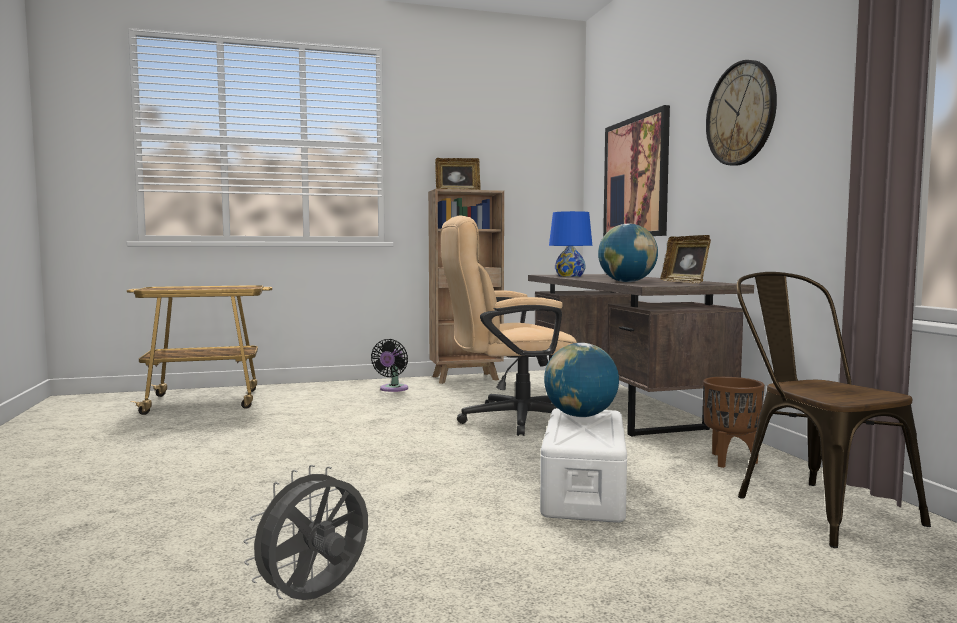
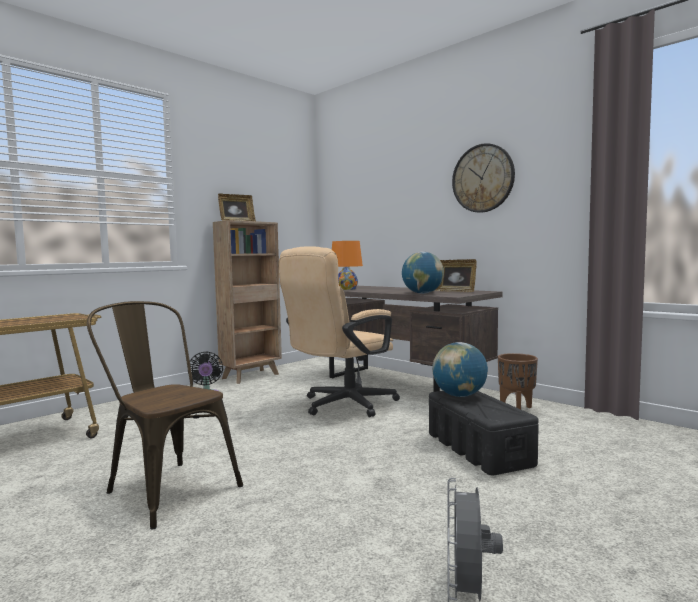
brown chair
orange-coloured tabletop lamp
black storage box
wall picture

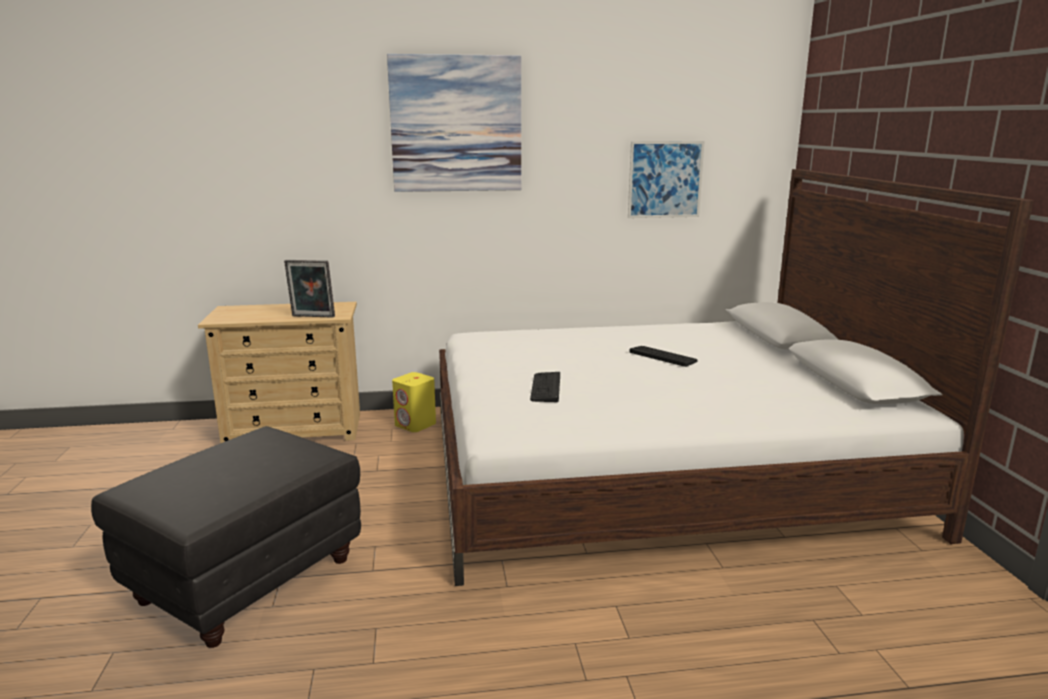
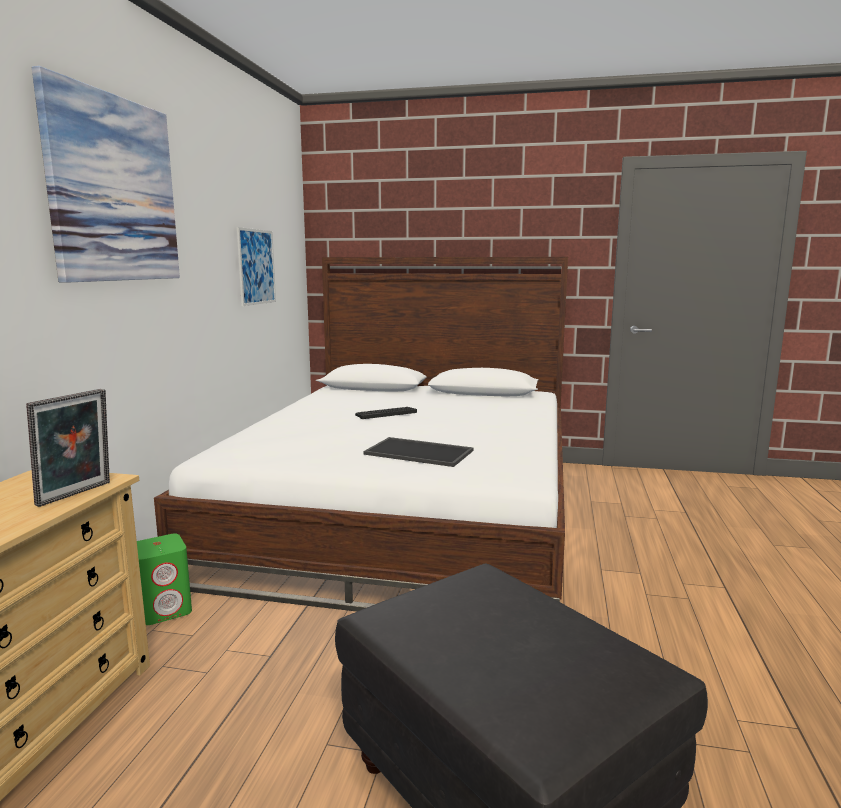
green-coloured loudspeaker
carrying tray

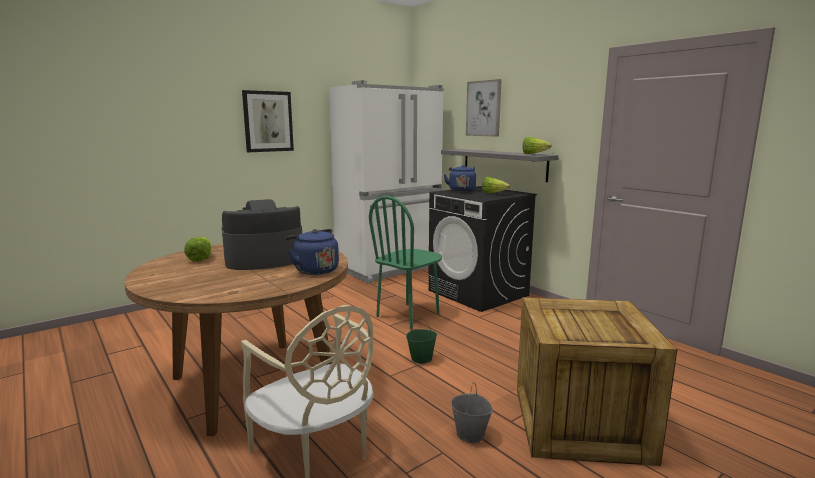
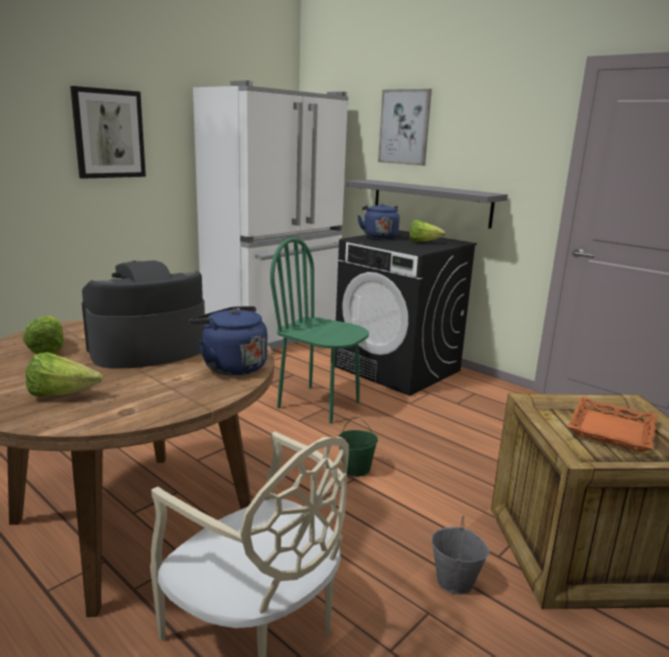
head of lettuce (no. 2 from left)
green-coloured chair
orange-coloured carrying tray

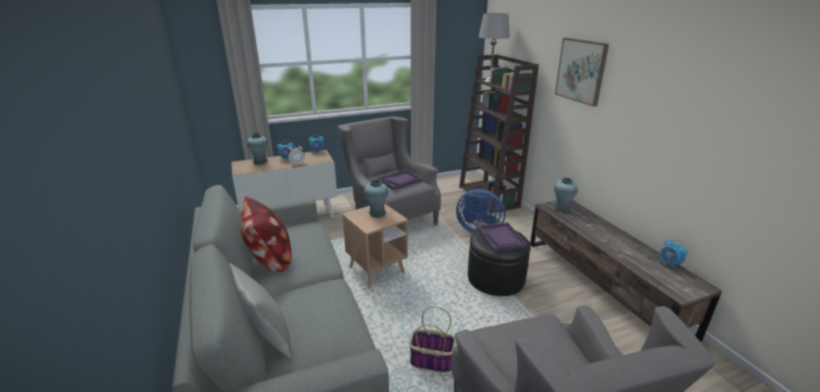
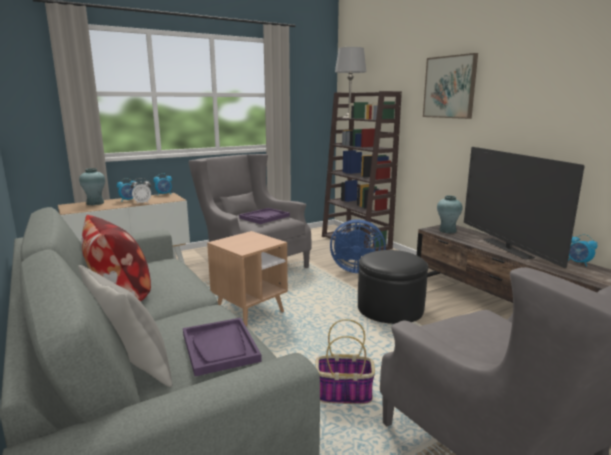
purple-coloured carrying tray (no. 1 from left)
TV
turquoise-coloured decorative vase (no. 2 from left in the first image)

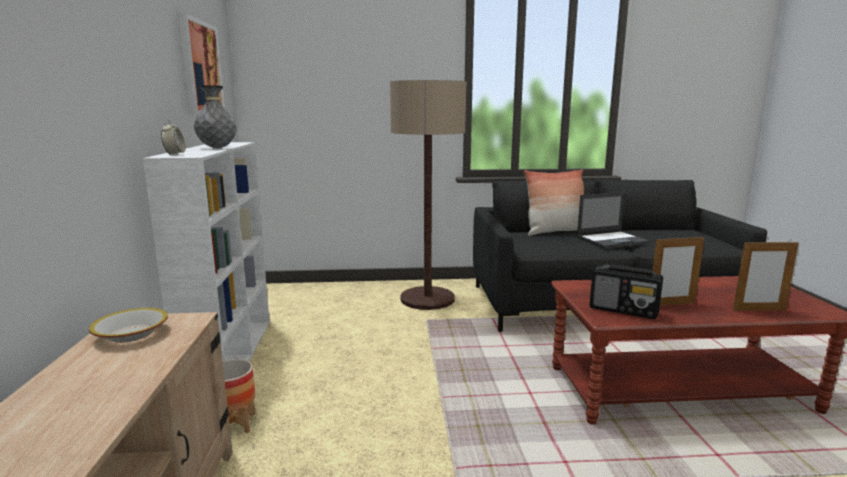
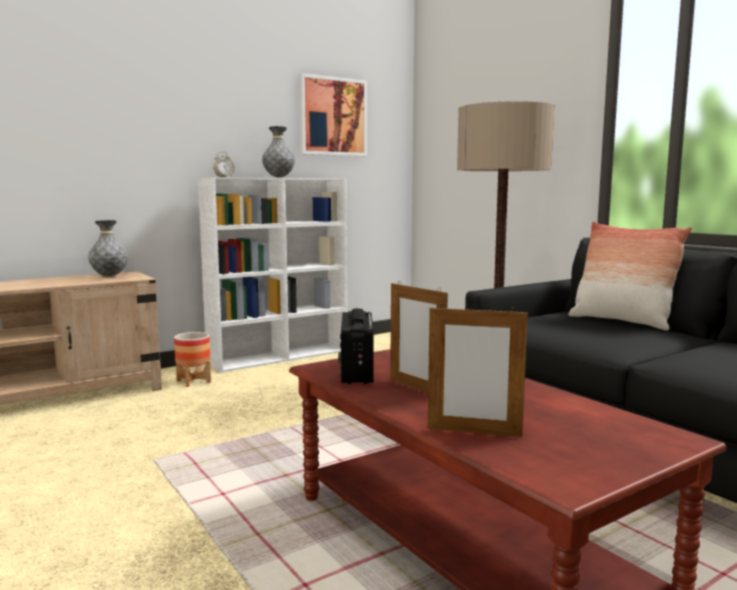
grey decorative vase (no. 1 from left)
standing frame (no. 2 from left)
notebook computer

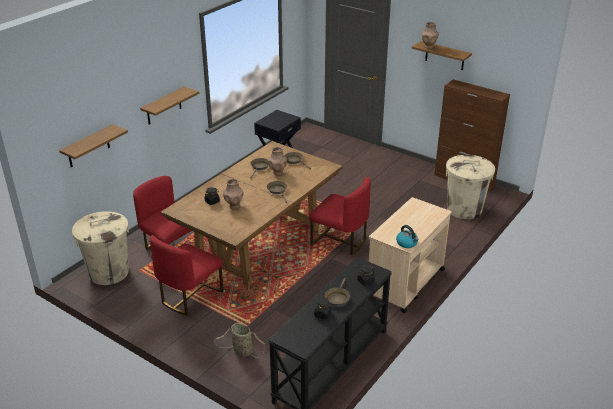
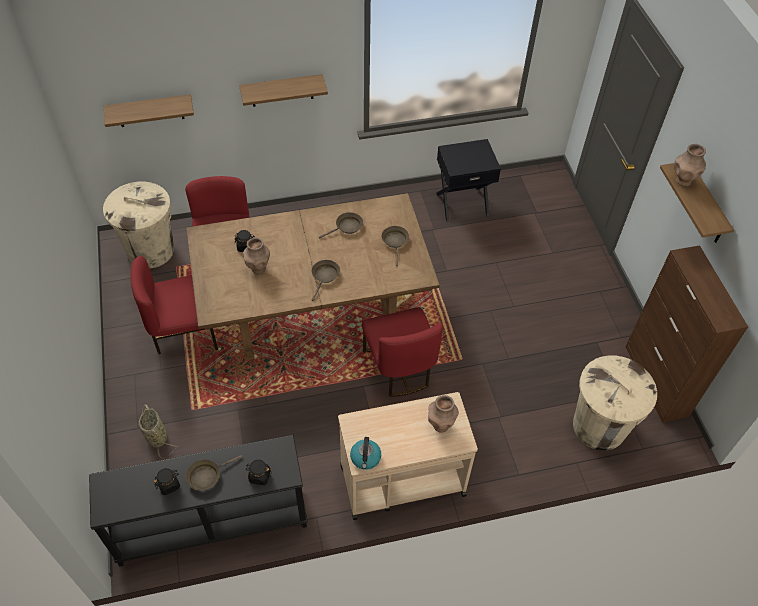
brown decorative vase (no. 2 from left)

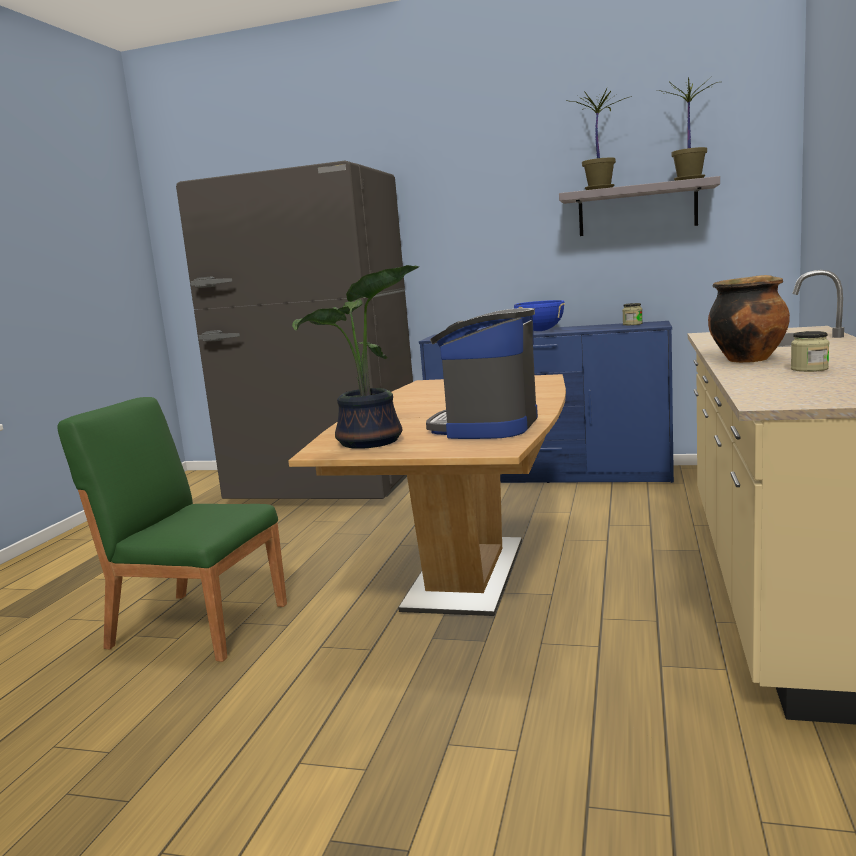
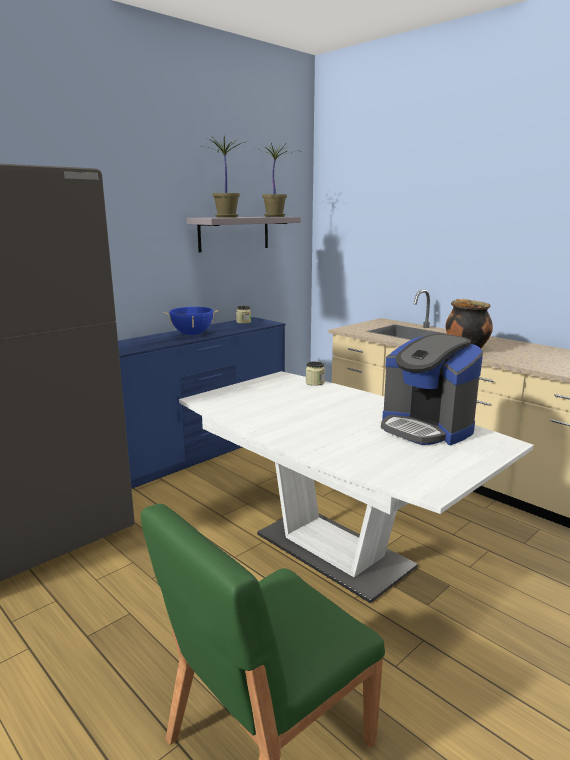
whitish kitchen table
preserve jar (no. 2 from left)
plant in a pot (no. 1 from left in the first image)

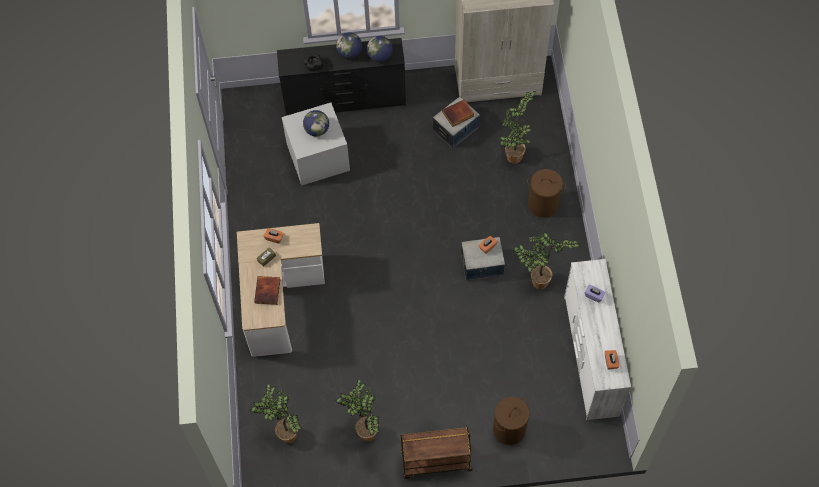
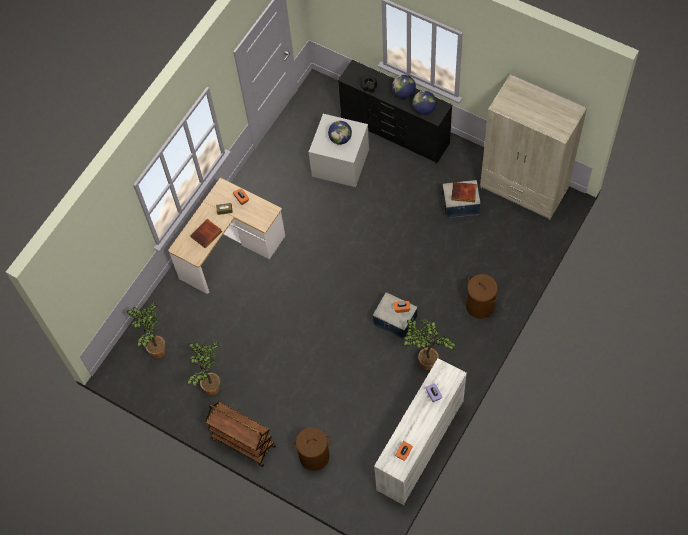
plant in a pot (no. 3 from left in the first image)

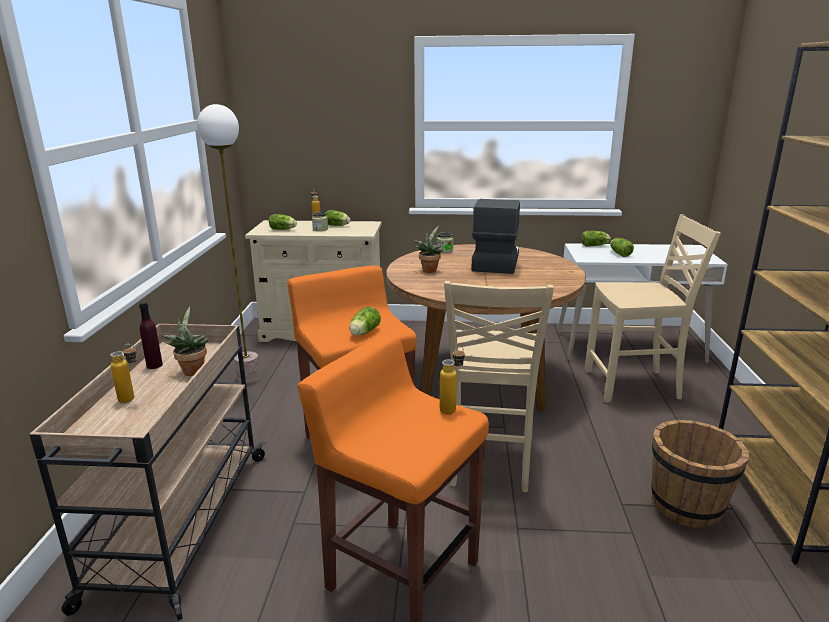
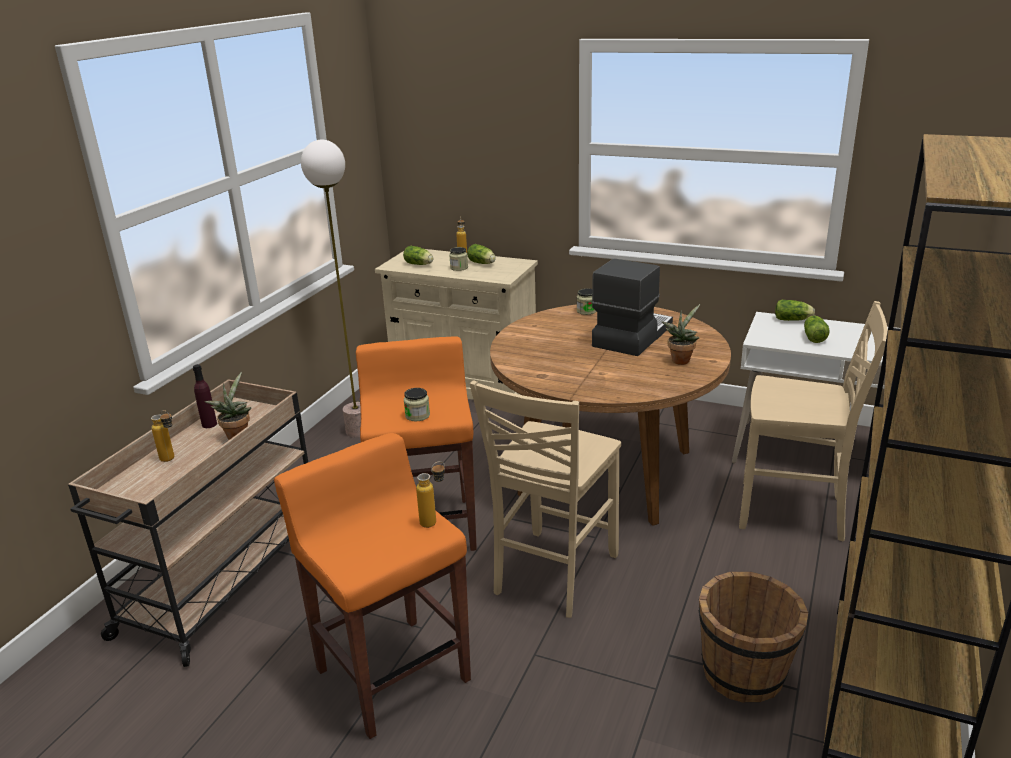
preserve jar (no. 1 from left)
plant in a pot (no. 2 from left)

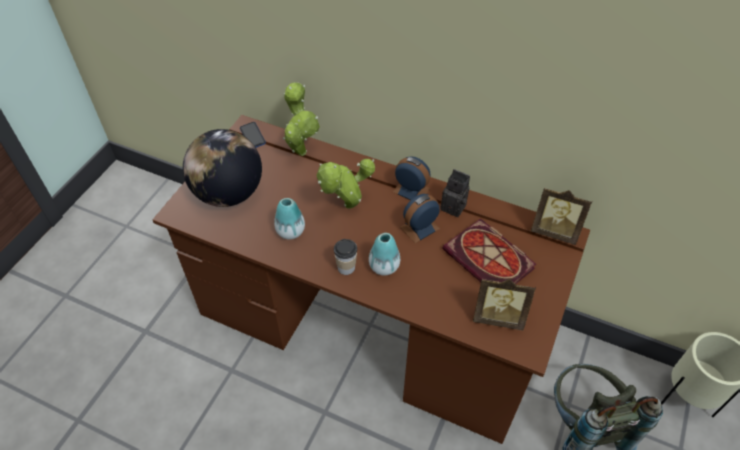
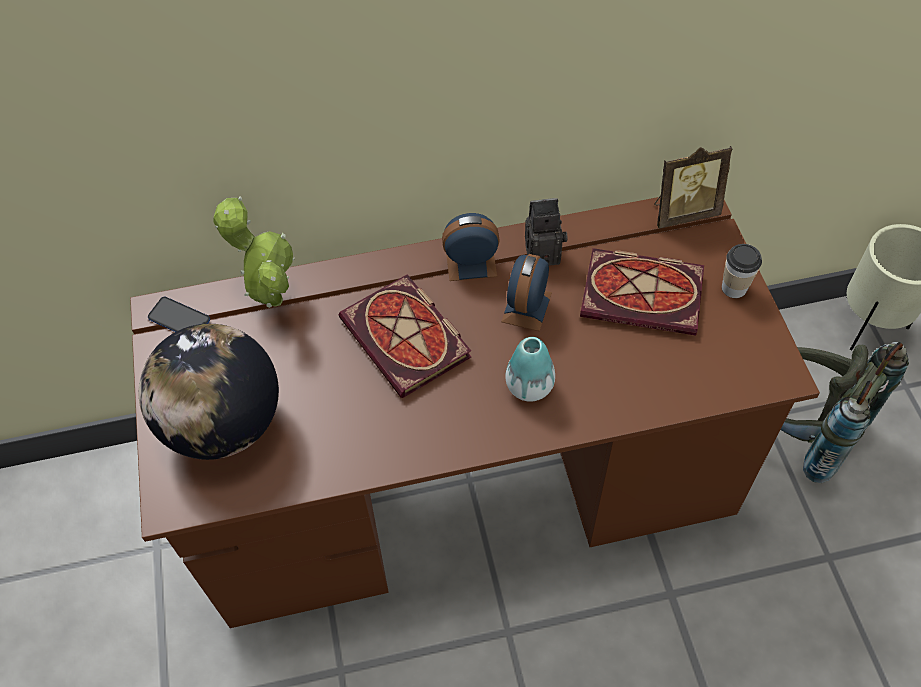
volume (no. 1 from left)
small cup
decorative vase (no. 1 from left in the first image)
standing frame (no. 1 from left in the first image)

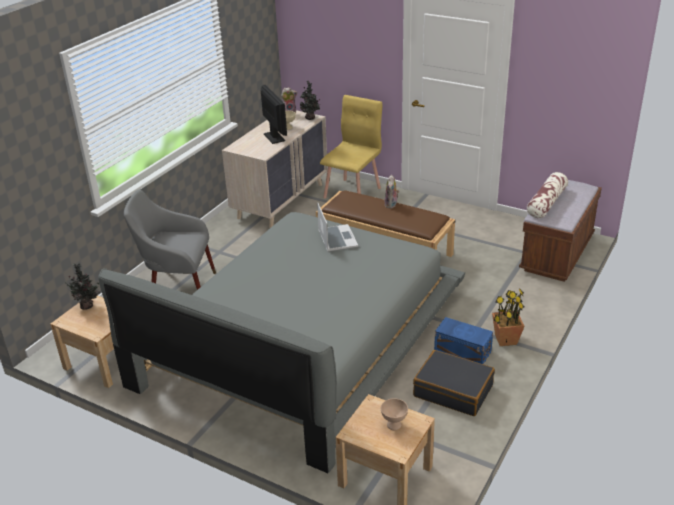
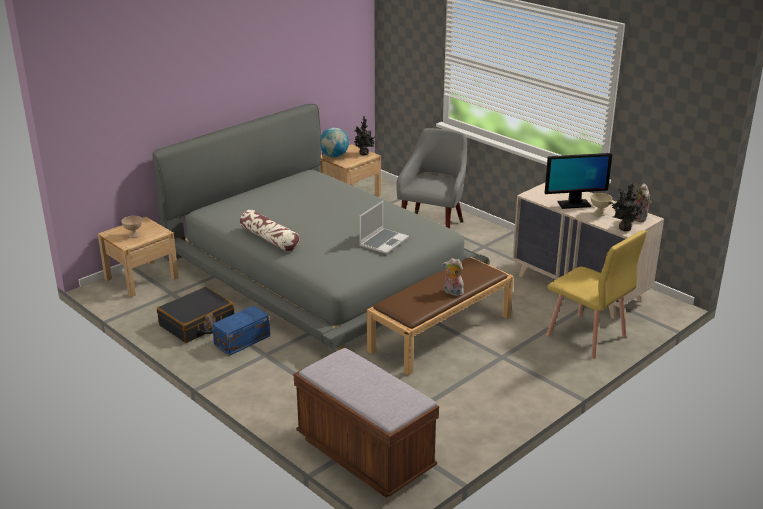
cushion
desk globe
notebook computer
plant in a pot (no. 3 from left in the first image)

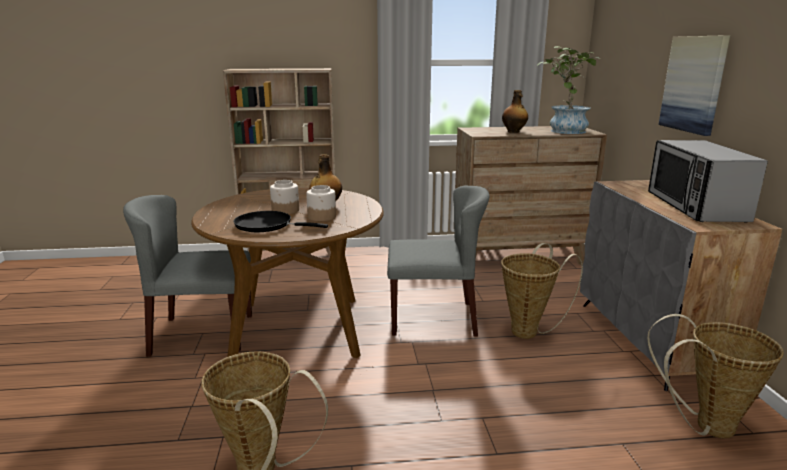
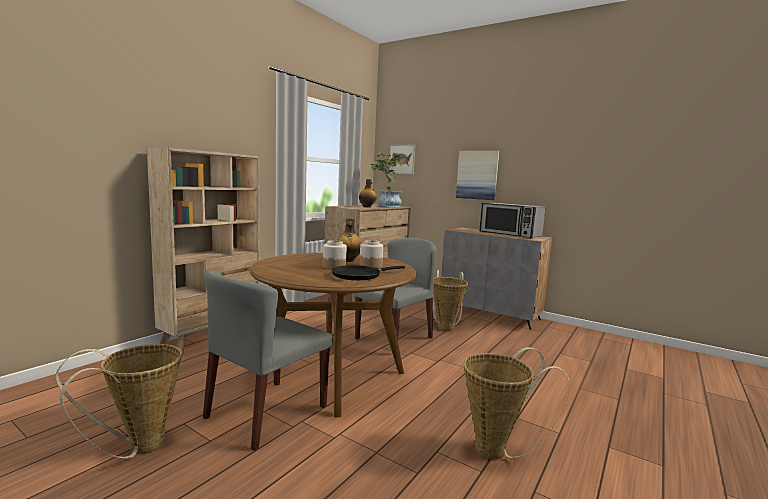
storage basket (no. 1 from left)
wall picture (no. 1 from left)

